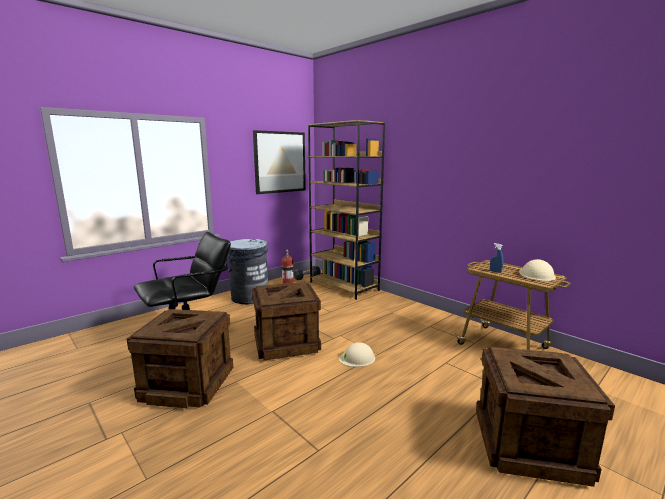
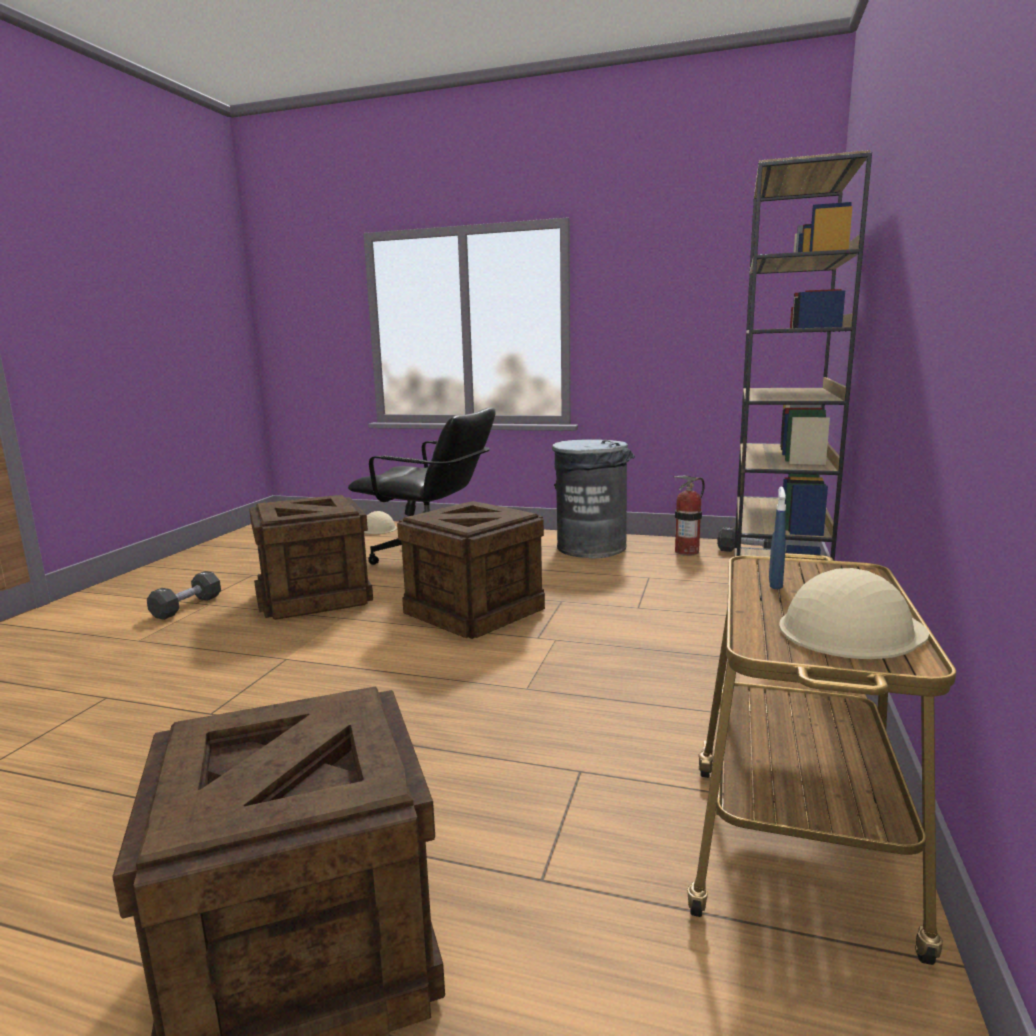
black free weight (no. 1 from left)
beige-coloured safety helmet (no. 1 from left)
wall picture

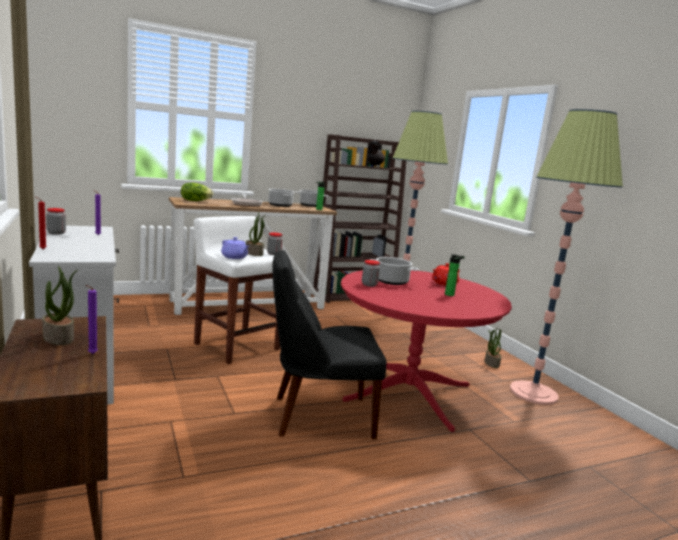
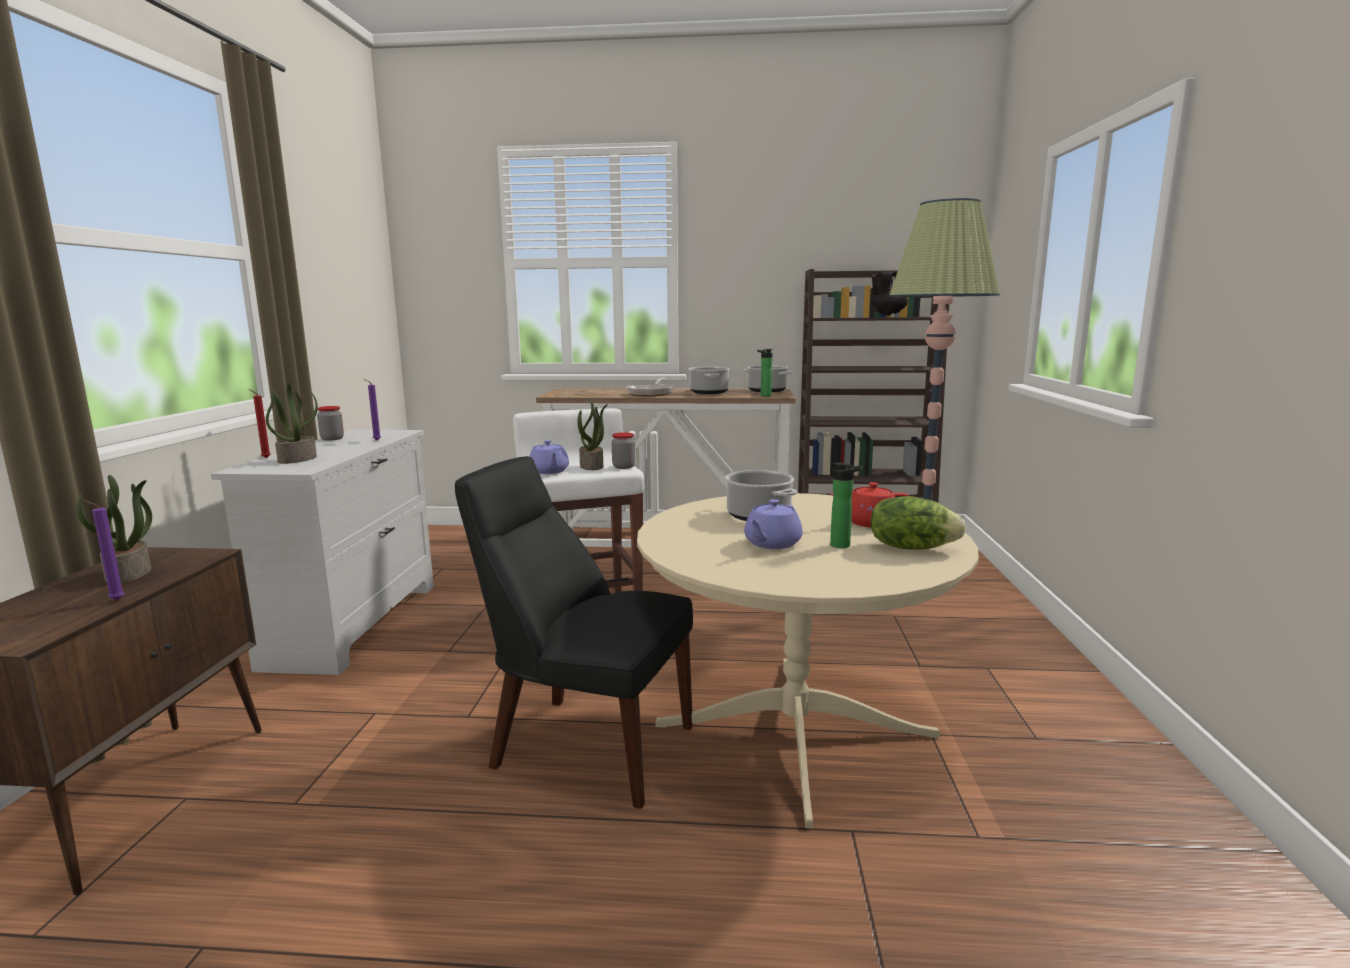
plant in a pot (no. 2 from left)
beige-coloured kitchen table
purple-coloured tea pot (no. 2 from left)
head of lettuce
preserve jar (no. 3 from left in the first image)
standing lamp (no. 2 from left in the first image)

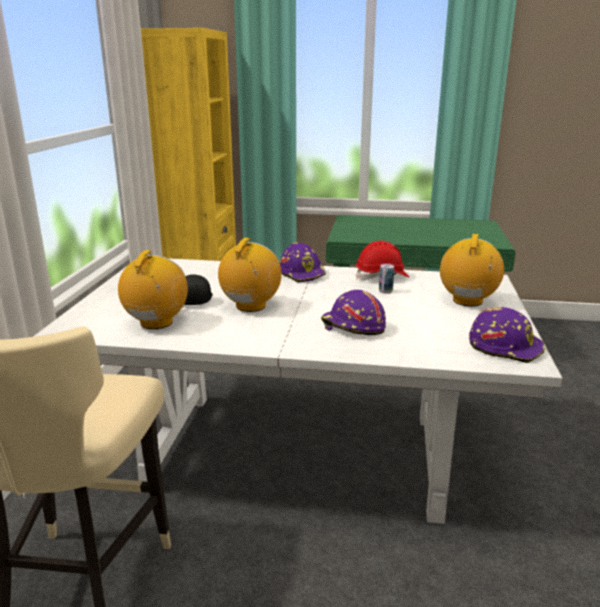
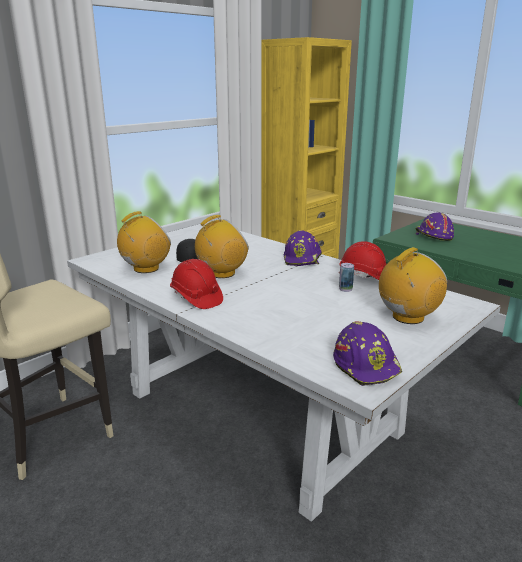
reddish safety helmet (no. 1 from left)
purple-coloured safety helmet (no. 3 from left)

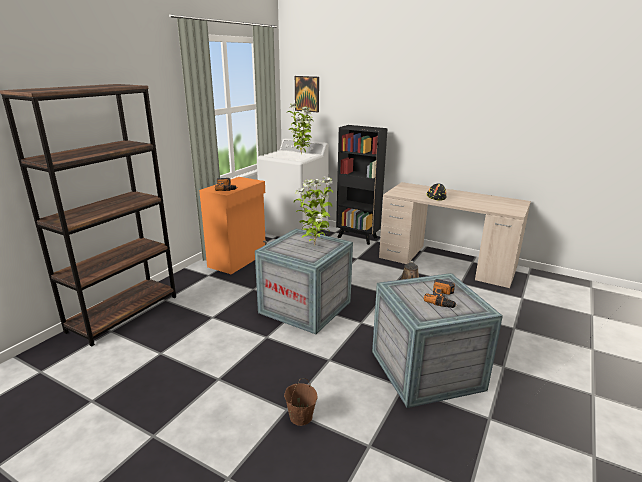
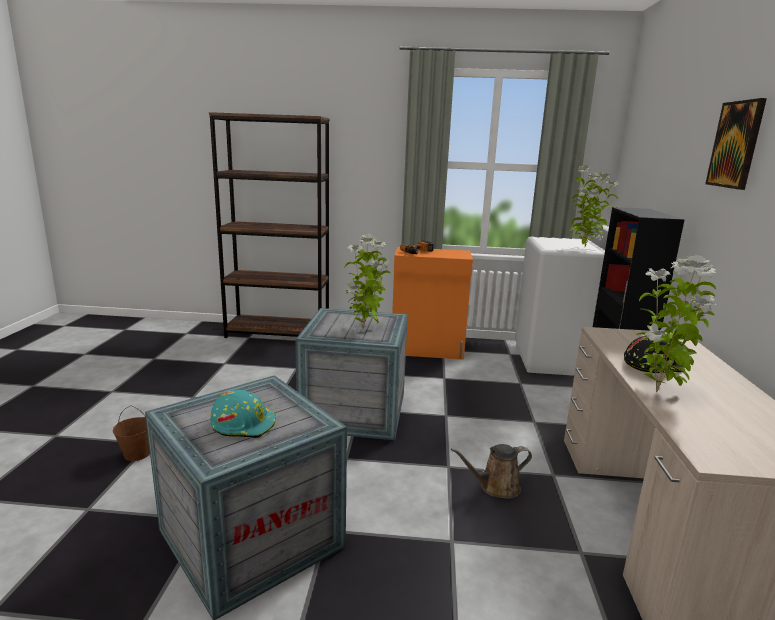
turquoise-coloured safety helmet
plant in a pot (no. 3 from left)
wall picture

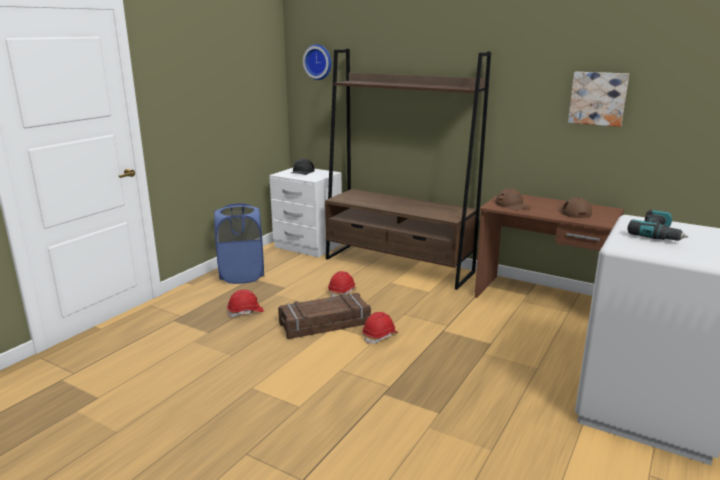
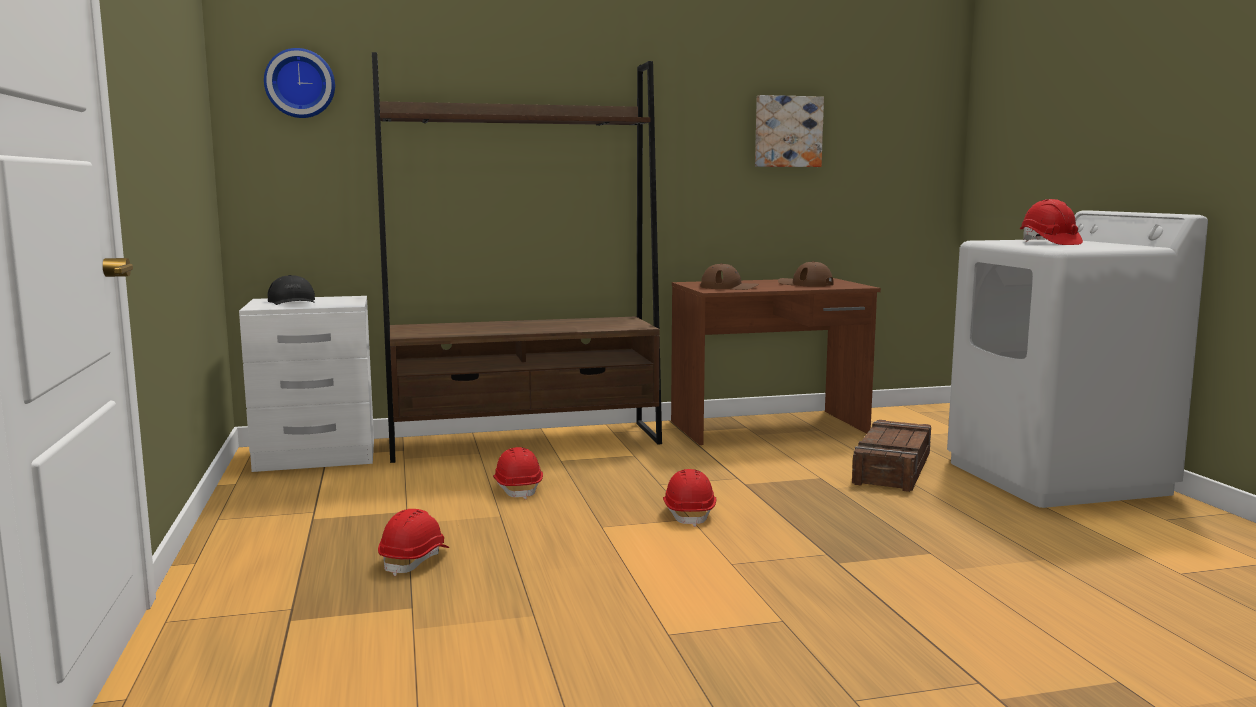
crate
reddish safety helmet (no. 4 from left)
bluish hamper

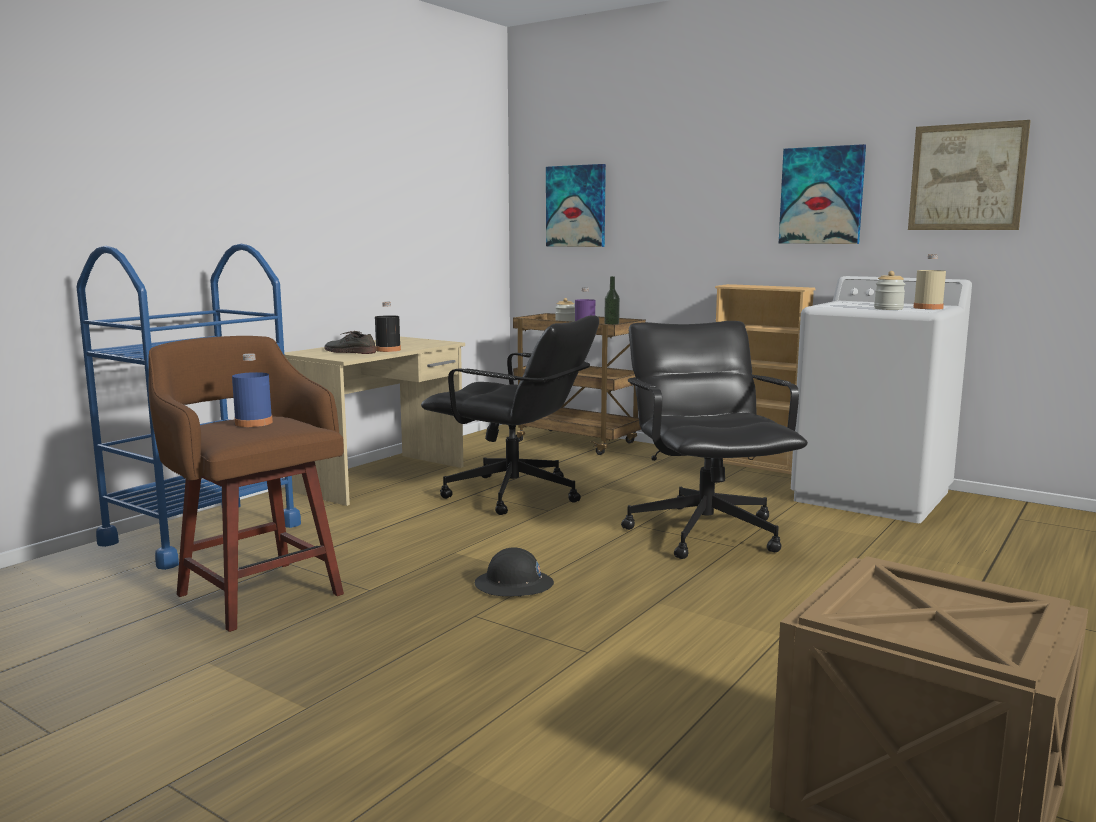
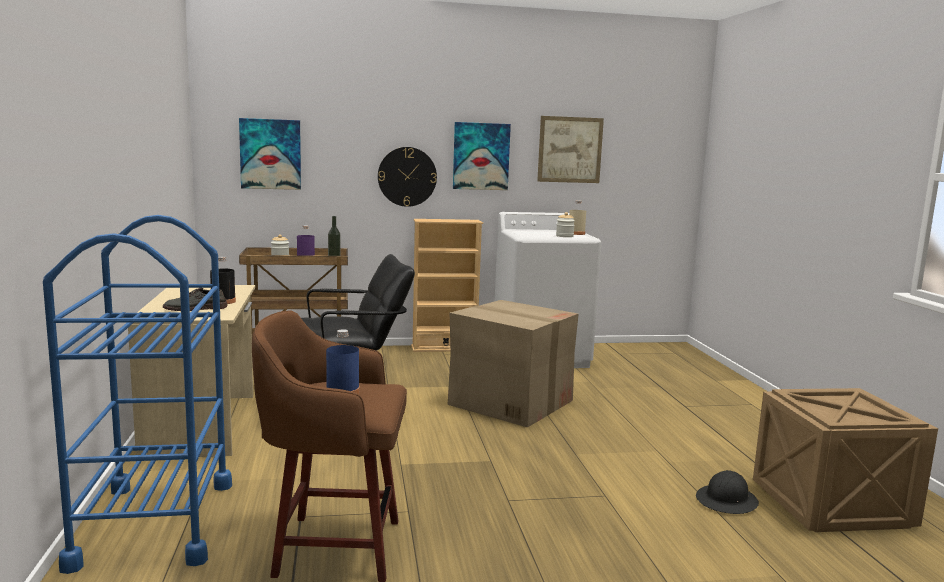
wall clock
packing box
black safety helmet

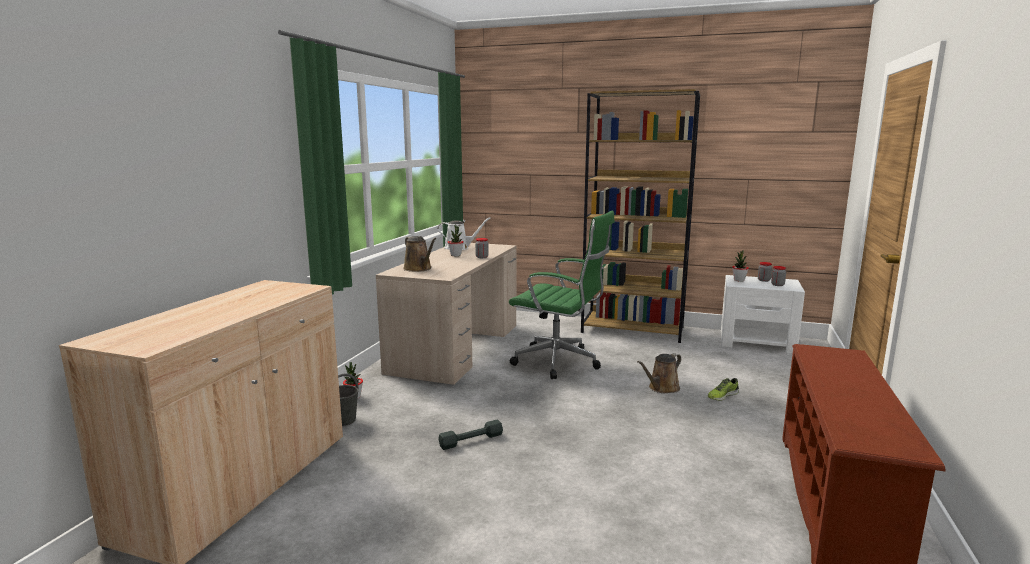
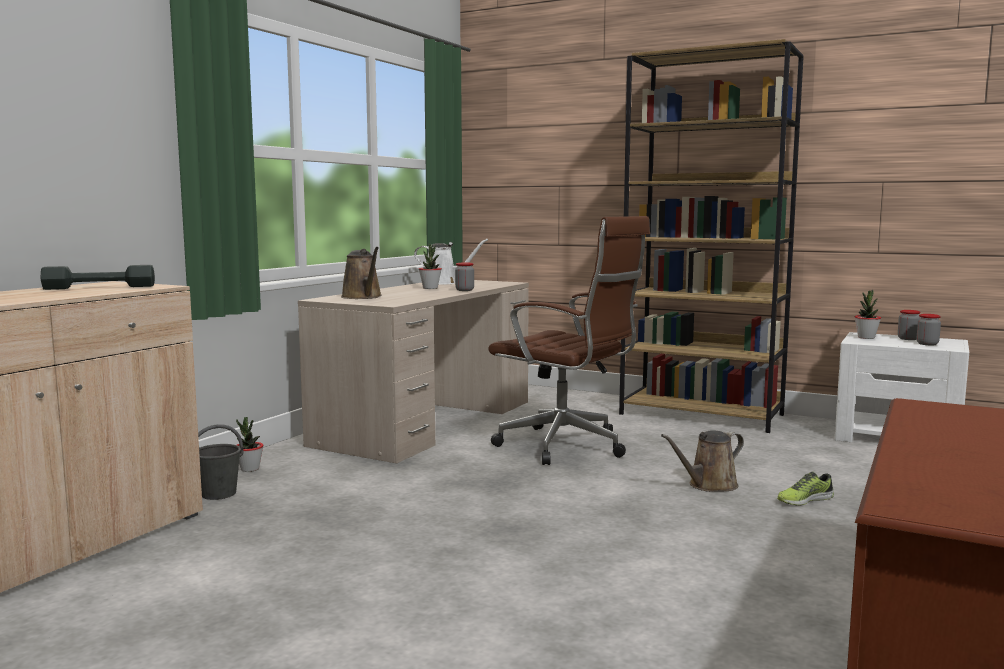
grey free weight
brown office chair

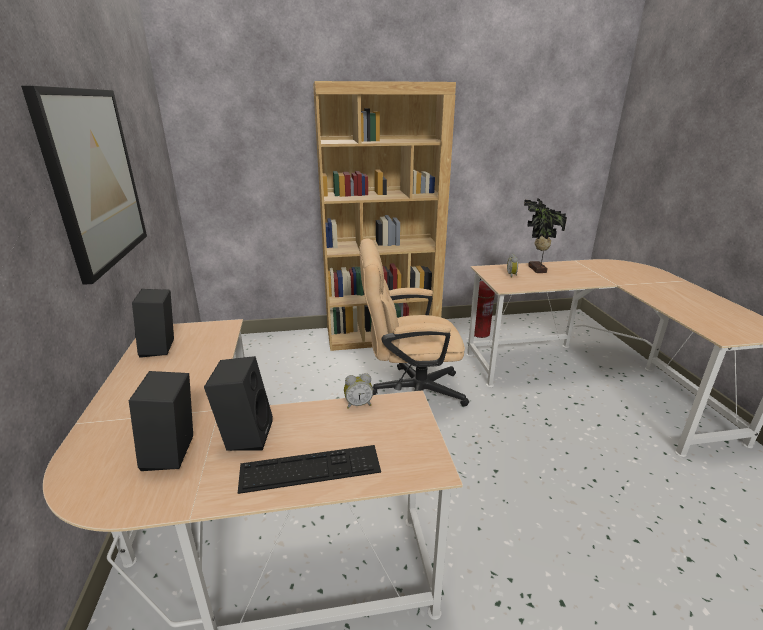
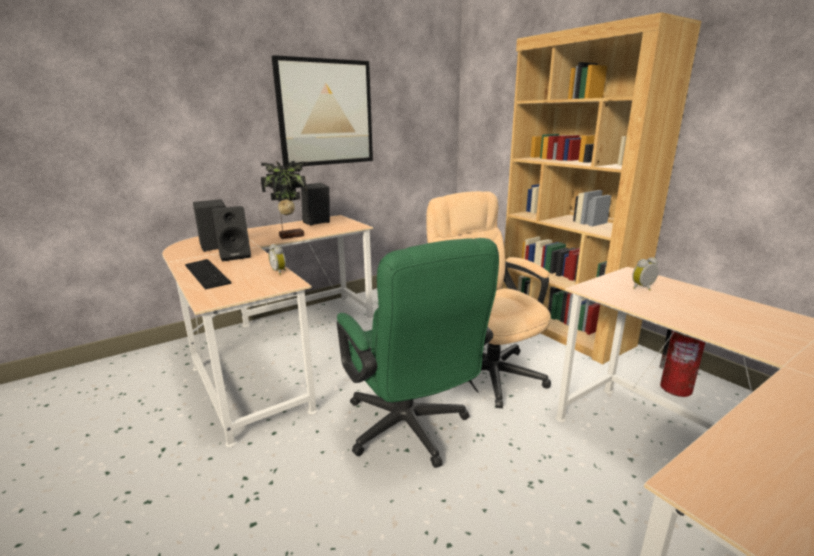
plant in a pot
green-coloured office chair

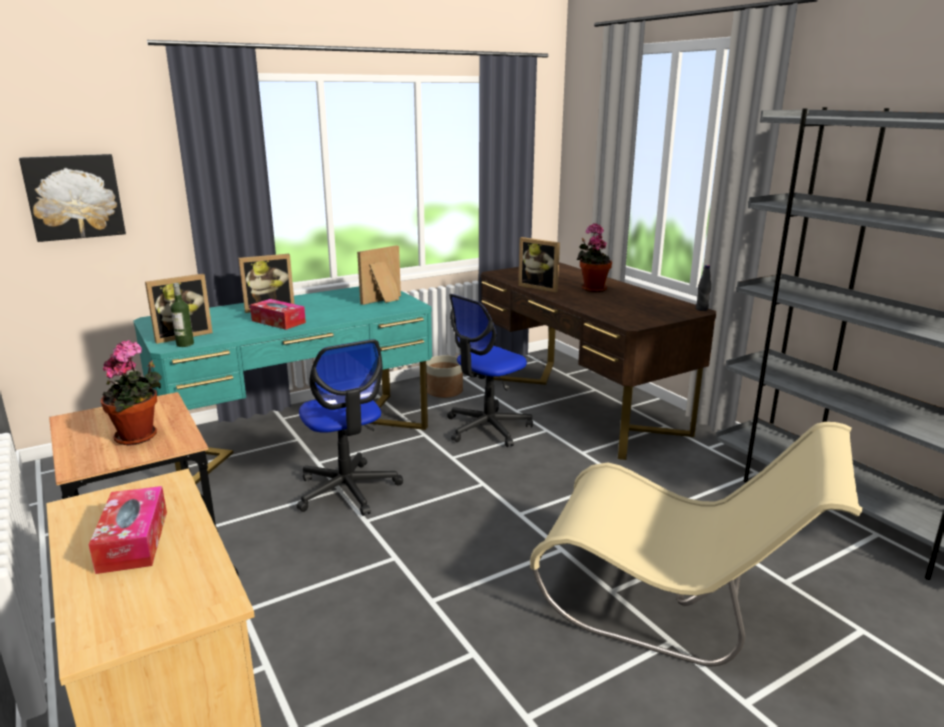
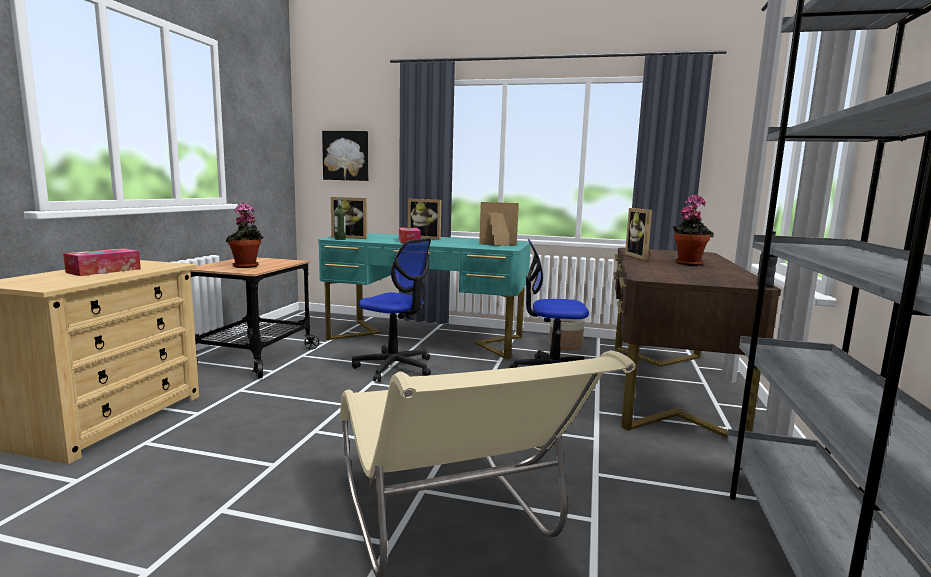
office chair (no. 1 from left)

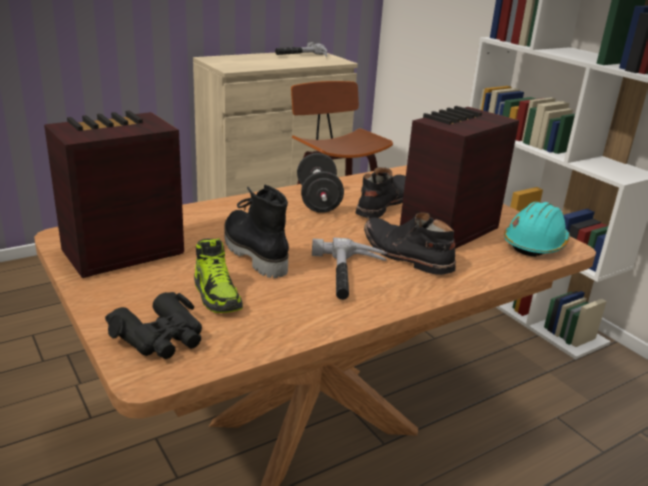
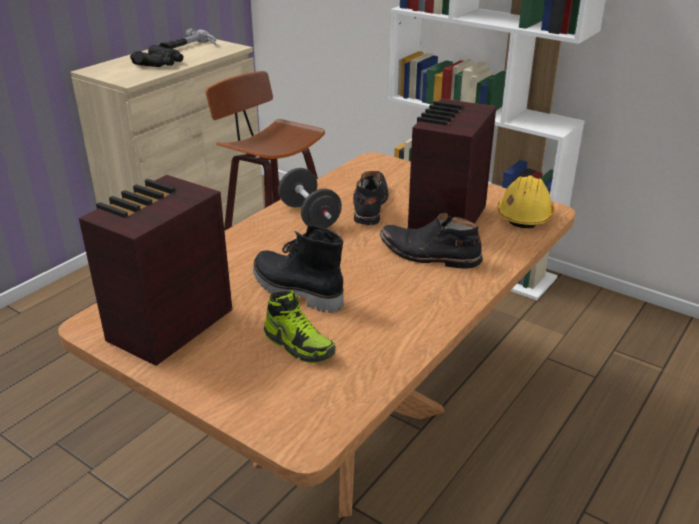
black pair of binoculars
yellow safety helmet
hammer (no. 2 from left in the first image)

